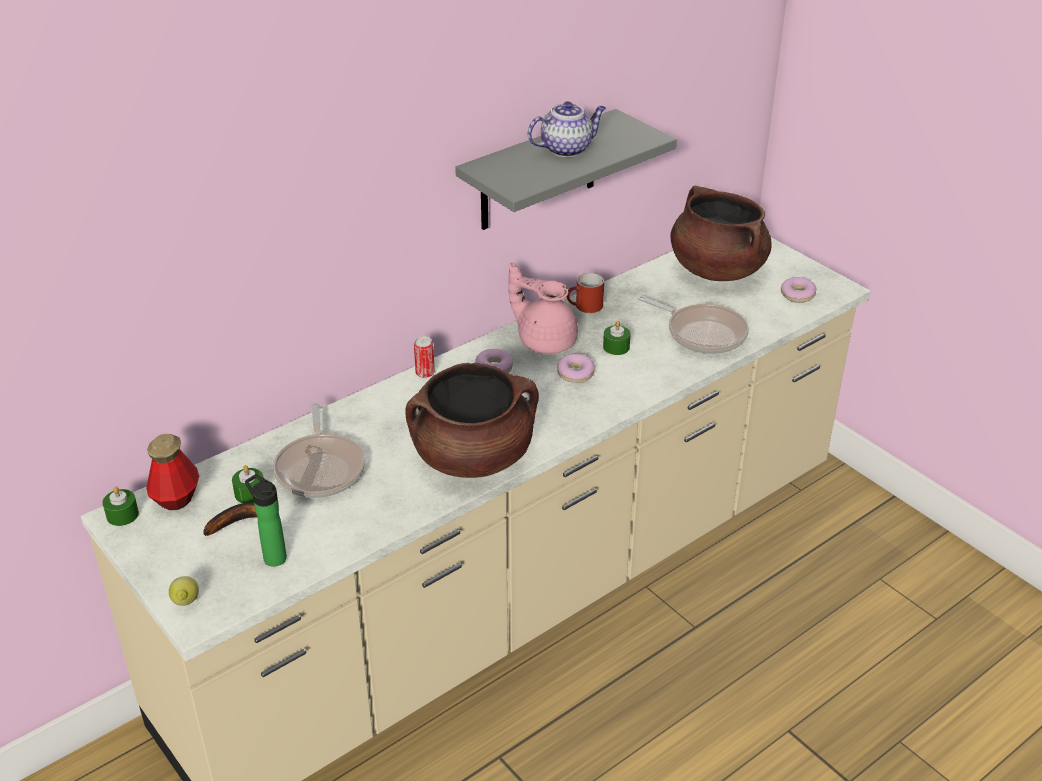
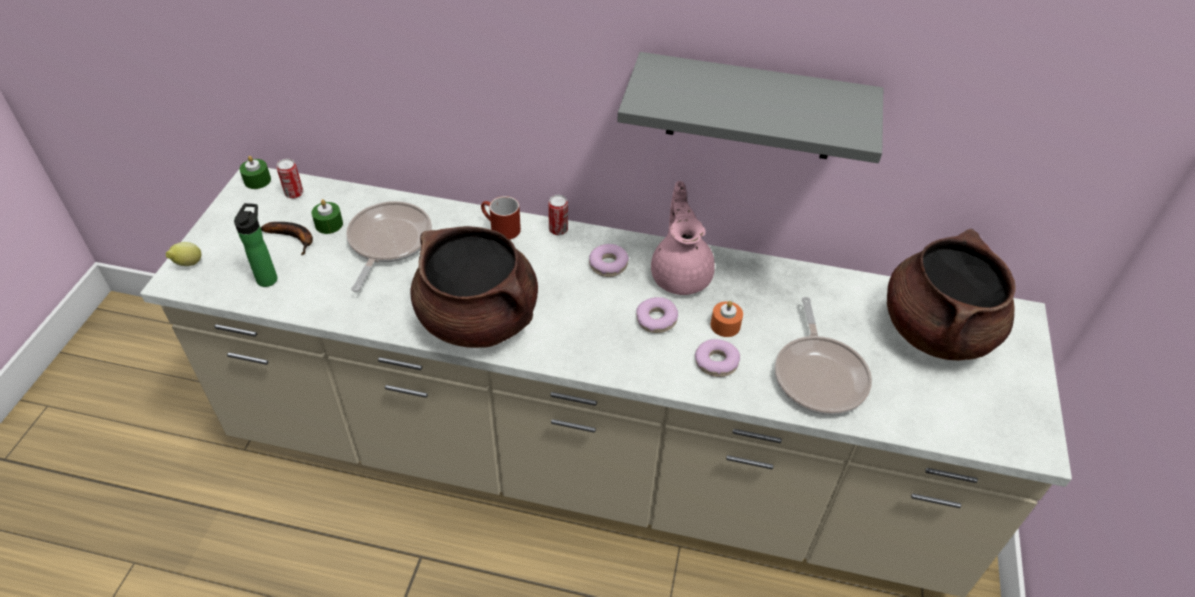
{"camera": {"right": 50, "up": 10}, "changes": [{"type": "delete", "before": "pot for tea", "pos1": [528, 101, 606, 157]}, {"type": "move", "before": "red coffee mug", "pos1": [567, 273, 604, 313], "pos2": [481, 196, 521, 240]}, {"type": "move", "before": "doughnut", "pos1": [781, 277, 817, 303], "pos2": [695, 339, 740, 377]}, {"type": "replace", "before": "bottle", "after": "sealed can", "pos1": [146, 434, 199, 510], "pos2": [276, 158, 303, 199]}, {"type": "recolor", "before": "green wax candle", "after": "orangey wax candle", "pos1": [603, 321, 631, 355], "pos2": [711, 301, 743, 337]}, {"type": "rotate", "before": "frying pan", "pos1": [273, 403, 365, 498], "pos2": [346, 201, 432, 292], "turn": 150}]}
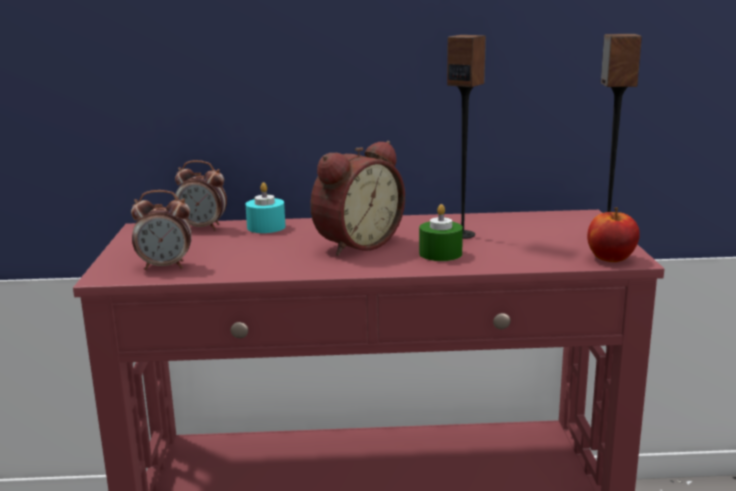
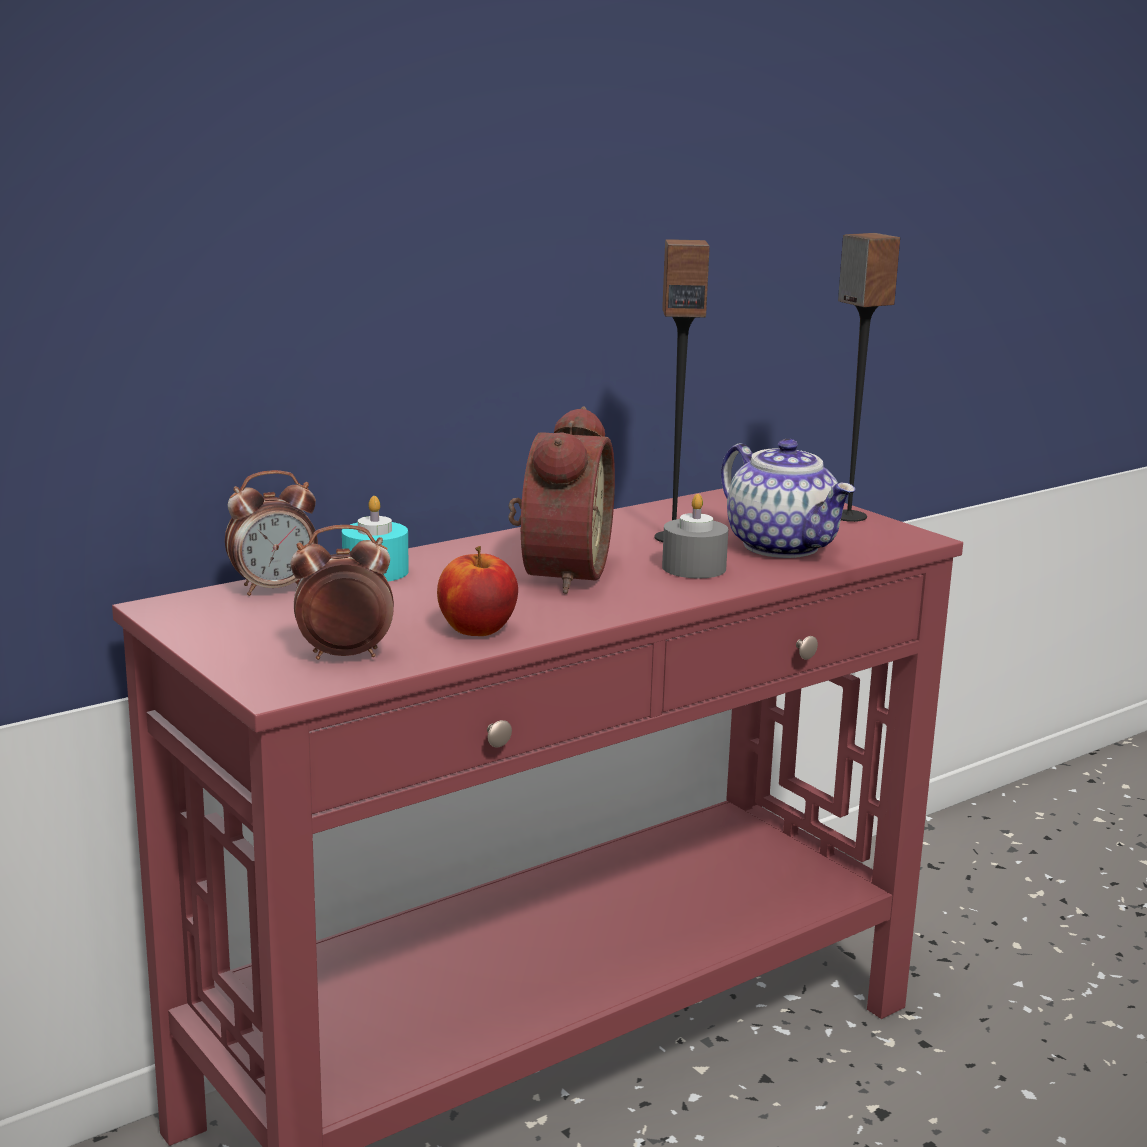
{"camera": {"right": -35, "up": 0}, "changes": [{"type": "insert", "after": "pot for tea", "pos2": [721, 439, 855, 558]}, {"type": "move", "before": "whole apple", "pos1": [587, 207, 640, 262], "pos2": [437, 546, 518, 636]}, {"type": "recolor", "before": "green wax candle", "after": "grey wax candle", "pos1": [419, 204, 463, 261], "pos2": [662, 494, 728, 579]}, {"type": "rotate", "before": "table clock", "pos1": [131, 190, 192, 270], "pos2": [290, 525, 394, 660], "turn": -150}]}
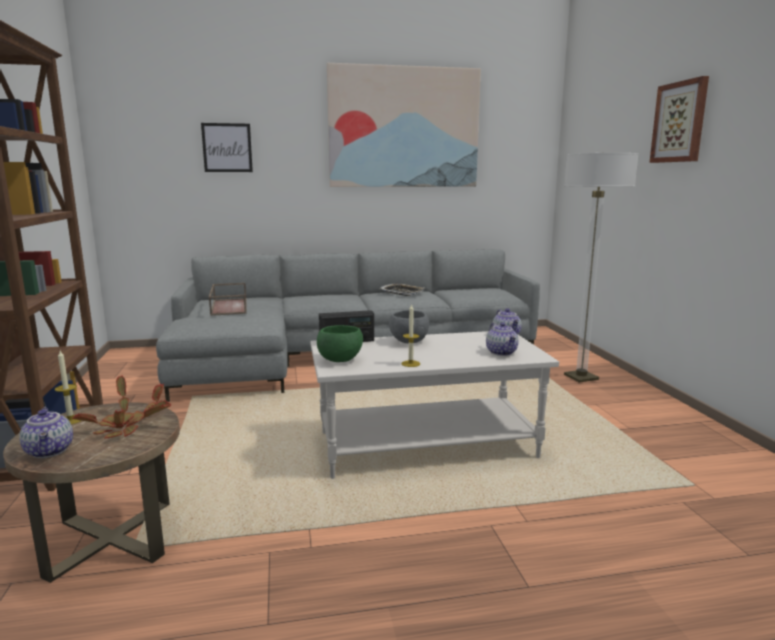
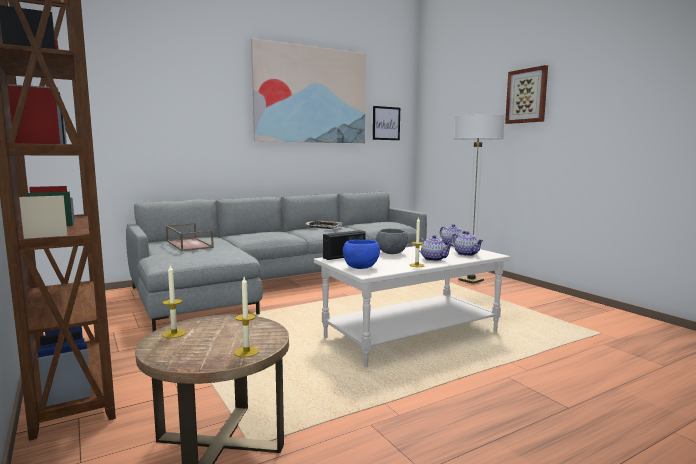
{"camera": {"right": -20, "up": -5}, "changes": [{"type": "delete", "before": "houseplant", "pos1": [72, 375, 171, 439]}, {"type": "insert", "after": "wax candle", "pos2": [234, 277, 259, 357]}, {"type": "move", "before": "pot for tea", "pos1": [19, 407, 73, 458], "pos2": [419, 235, 453, 261]}, {"type": "move", "before": "wall picture", "pos1": [201, 123, 253, 172], "pos2": [373, 106, 400, 140]}, {"type": "recolor", "before": "green bowl", "after": "bluish bowl", "pos1": [317, 325, 363, 362], "pos2": [343, 240, 380, 269]}]}
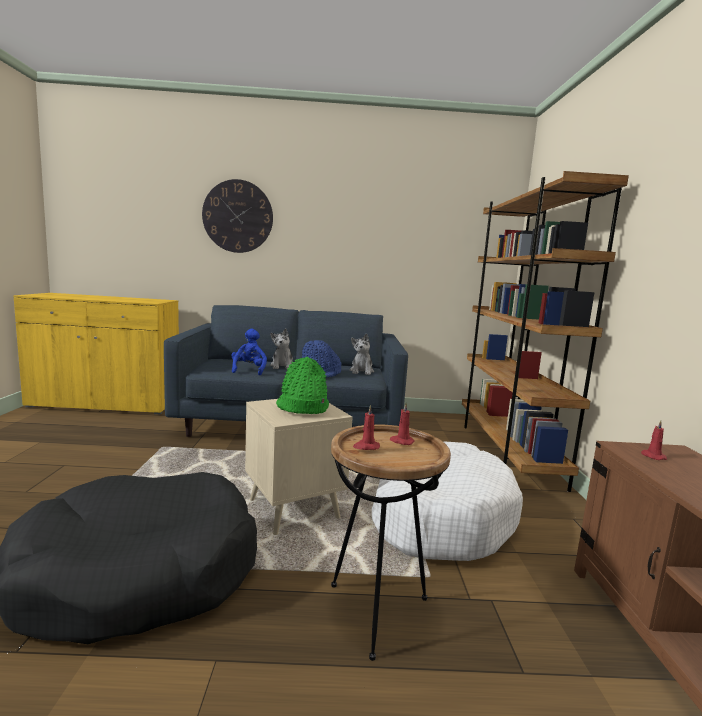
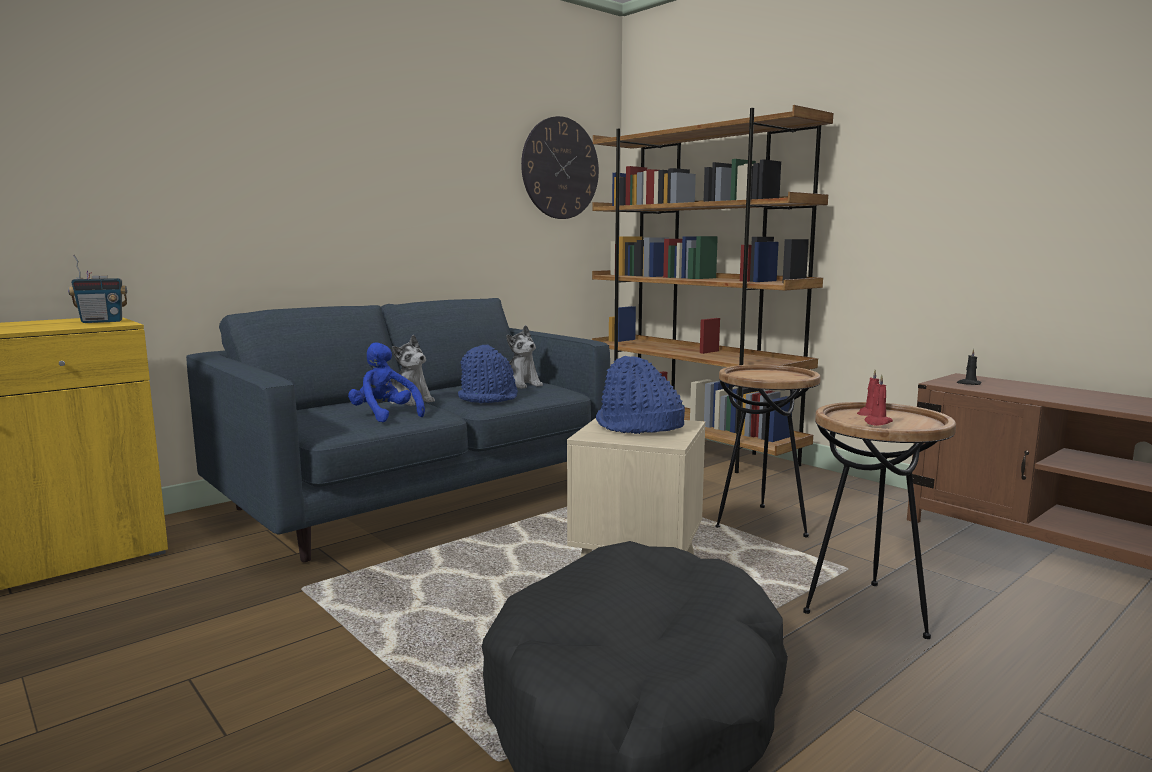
{"camera": {"right": -40, "up": 0}, "changes": [{"type": "insert", "after": "radio set", "pos2": [68, 255, 127, 323]}, {"type": "move", "before": "clock on the wall", "pos1": [202, 179, 273, 253], "pos2": [521, 116, 599, 219]}, {"type": "replace", "before": "white dog bed", "after": "brown-coloured end table", "pos1": [372, 442, 523, 561], "pos2": [715, 365, 821, 537]}, {"type": "recolor", "before": "green wearable hat", "after": "bluish wearable hat", "pos1": [276, 357, 329, 414], "pos2": [596, 356, 685, 434]}, {"type": "recolor", "before": "red wax candle", "after": "black-coloured wax candle", "pos1": [641, 420, 667, 460], "pos2": [957, 349, 982, 385]}]}
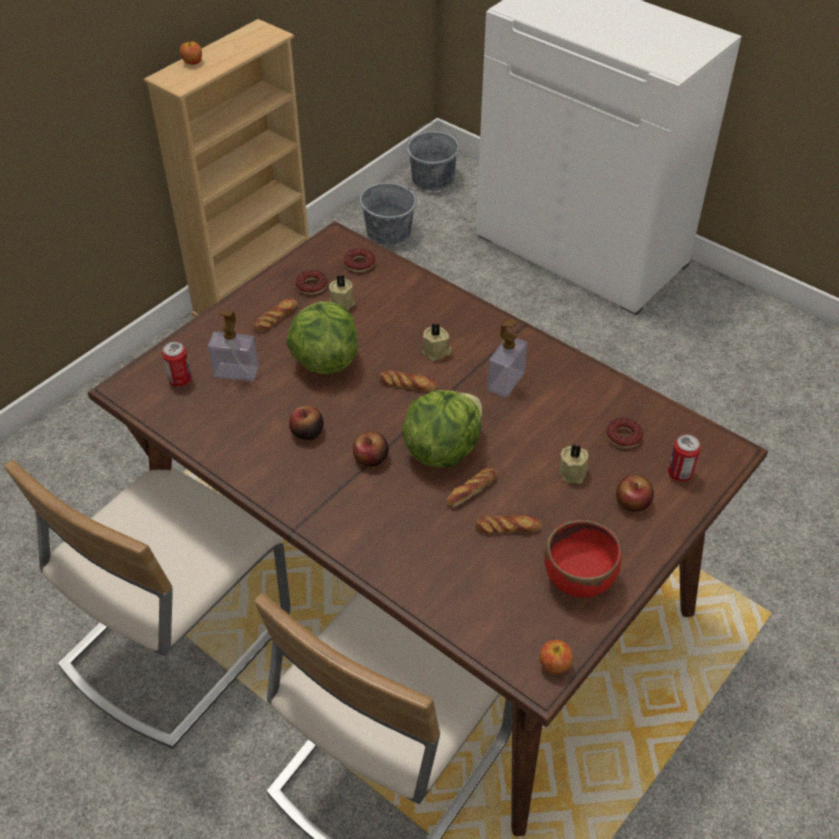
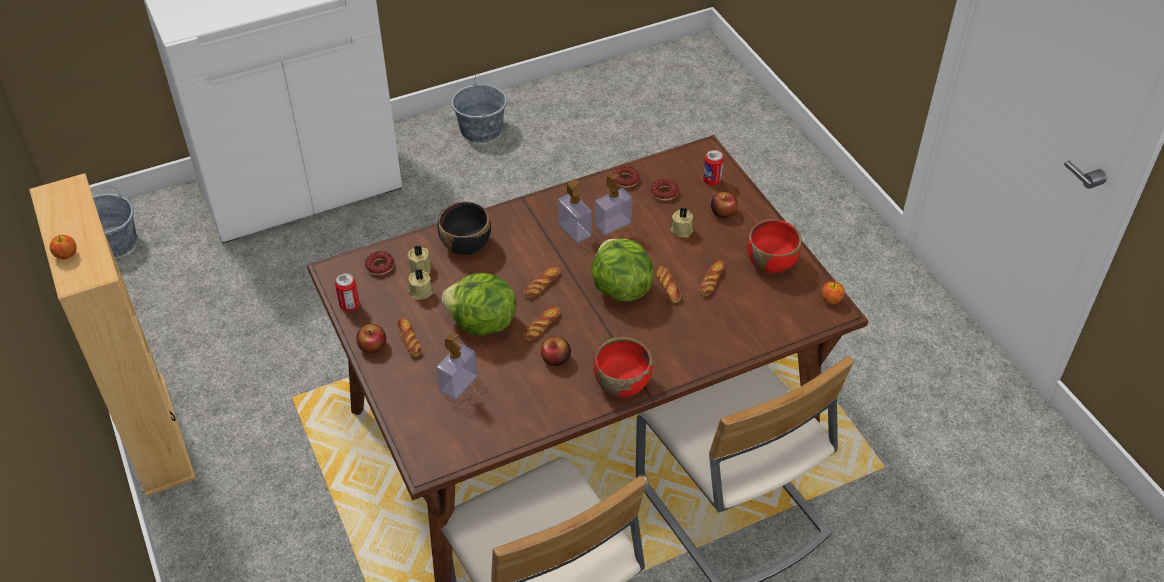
{"camera": {"right": -65, "up": 0}, "changes": [{"type": "insert", "after": "black-coloured bowl", "pos2": [437, 201, 491, 255]}, {"type": "insert", "after": "baked bread", "pos2": [523, 306, 561, 341]}, {"type": "insert", "after": "red bowl", "pos2": [594, 337, 653, 398]}, {"type": "insert", "after": "soap dispenser", "pos2": [595, 173, 633, 235]}, {"type": "move", "before": "sealed can", "pos1": [162, 342, 192, 387], "pos2": [335, 273, 360, 311]}, {"type": "move", "before": "doughnut", "pos1": [296, 270, 328, 295], "pos2": [613, 166, 640, 188]}, {"type": "move", "before": "whole apple", "pos1": [353, 431, 389, 466], "pos2": [356, 324, 386, 353]}, {"type": "move", "before": "grey bucket", "pos1": [360, 174, 417, 245], "pos2": [451, 74, 507, 143]}, {"type": "move", "before": "beige-coloured wax candle", "pos1": [422, 323, 451, 361], "pos2": [407, 245, 431, 274]}]}
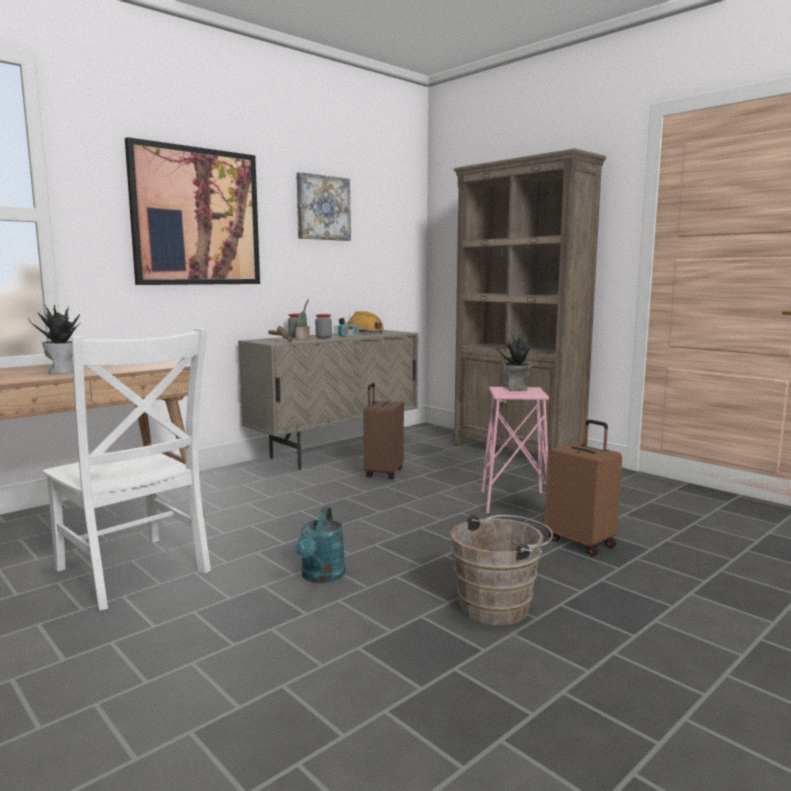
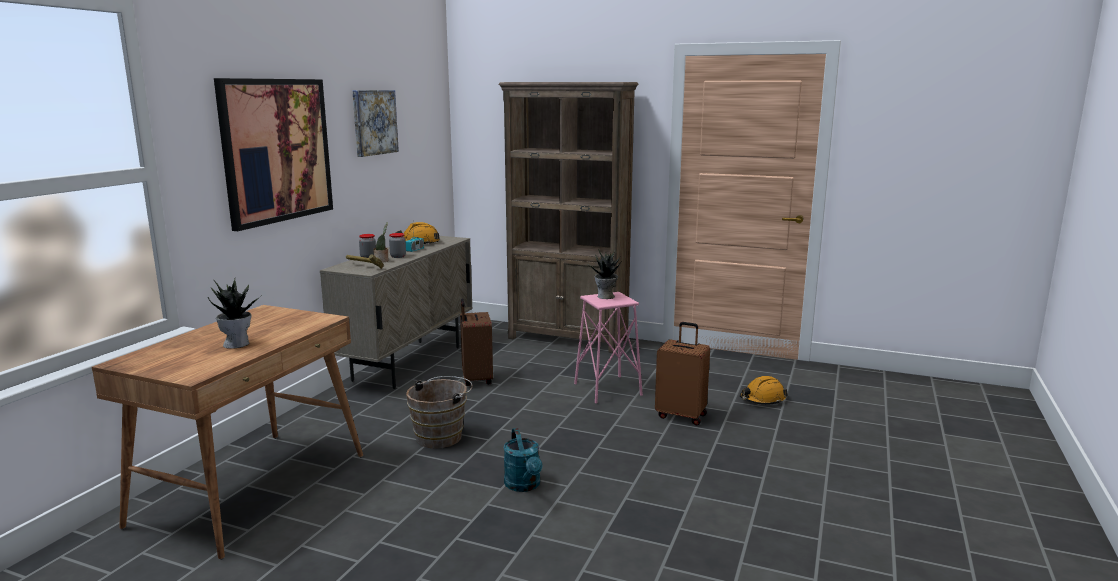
{"camera": {"right": -25, "up": 5}, "changes": [{"type": "delete", "before": "white chair", "pos1": [42, 328, 211, 611]}, {"type": "insert", "after": "orangey hard hat", "pos2": [740, 376, 788, 405]}, {"type": "move", "before": "brown-coloured bucket", "pos1": [450, 515, 553, 625], "pos2": [406, 376, 473, 449]}]}
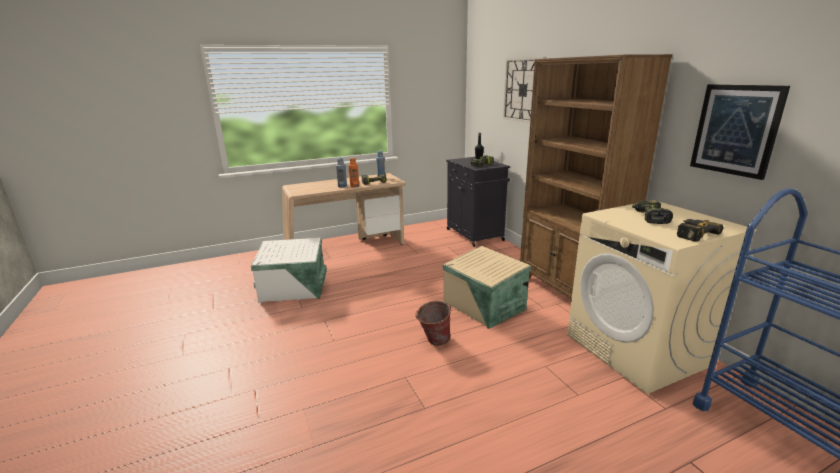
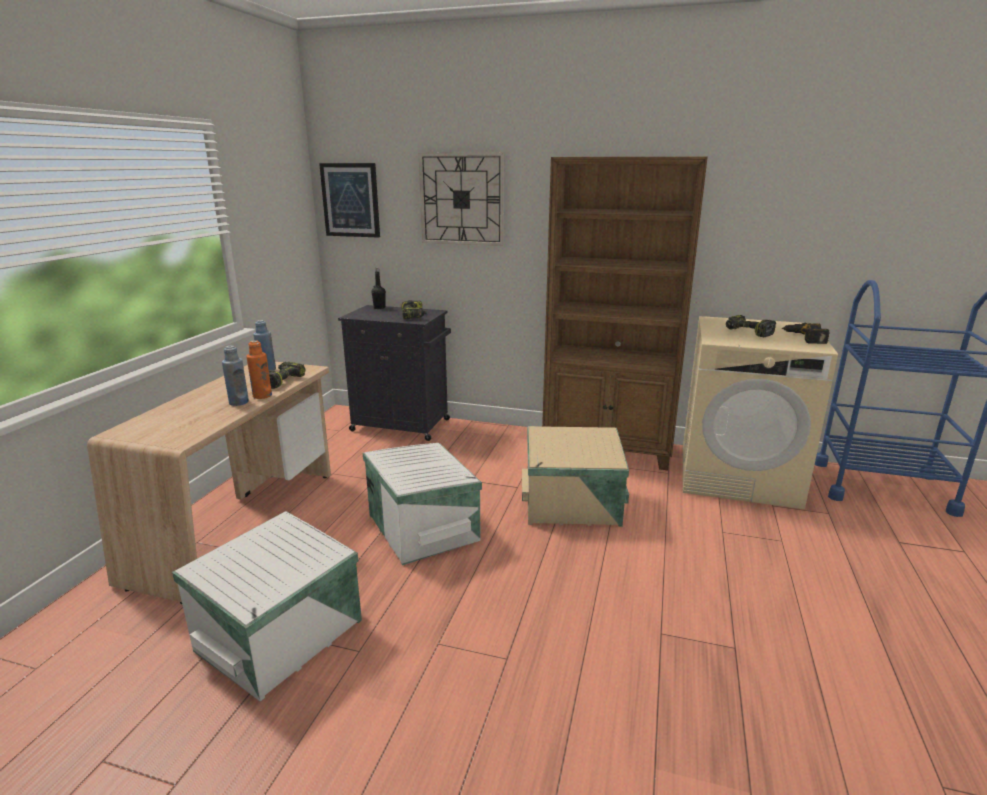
{"camera": {"right": -50, "up": 0}, "changes": [{"type": "delete", "before": "bucket", "pos1": [415, 301, 451, 346]}, {"type": "insert", "after": "white storage bin", "pos2": [363, 443, 482, 565]}, {"type": "move", "before": "wall picture", "pos1": [690, 84, 790, 180], "pos2": [319, 163, 380, 238]}]}
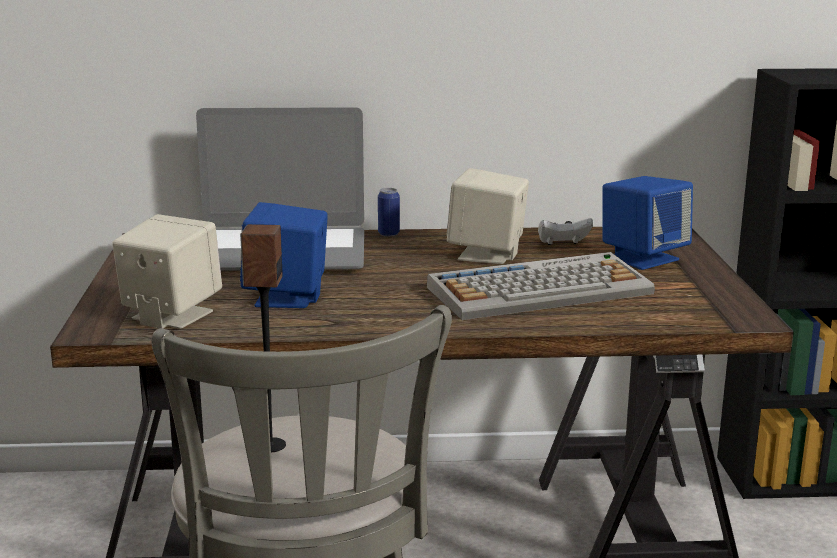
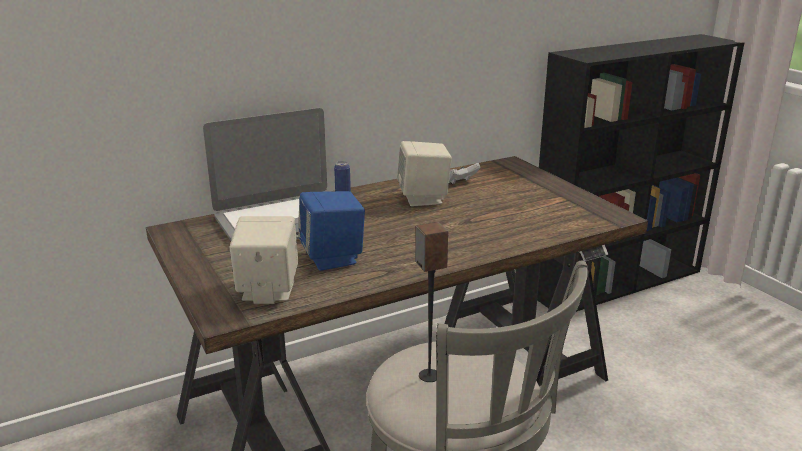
{"camera": {"right": -25, "up": 5}, "changes": [{"type": "delete", "before": "PC keyboard", "pos1": [427, 252, 655, 320]}, {"type": "delete", "before": "bluish speaker", "pos1": [602, 176, 693, 270]}]}
